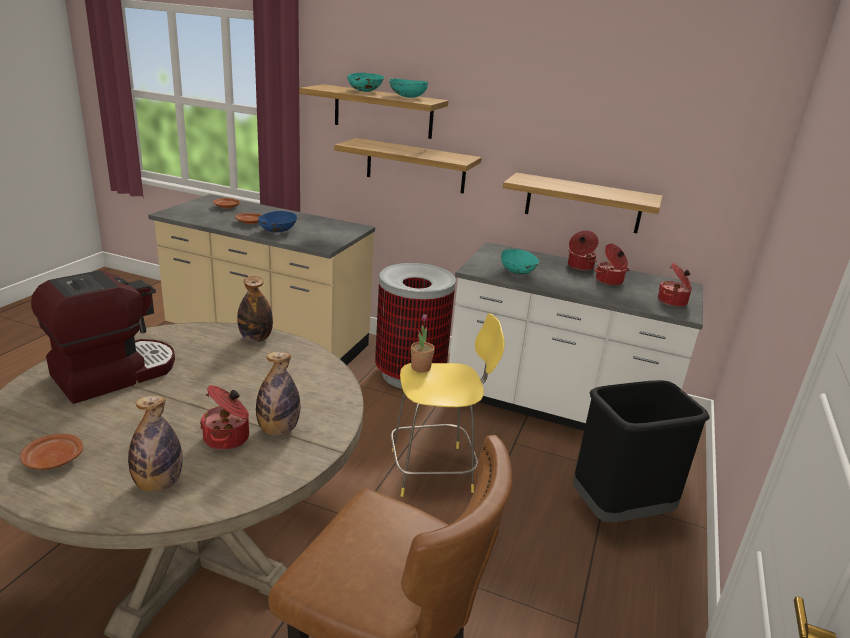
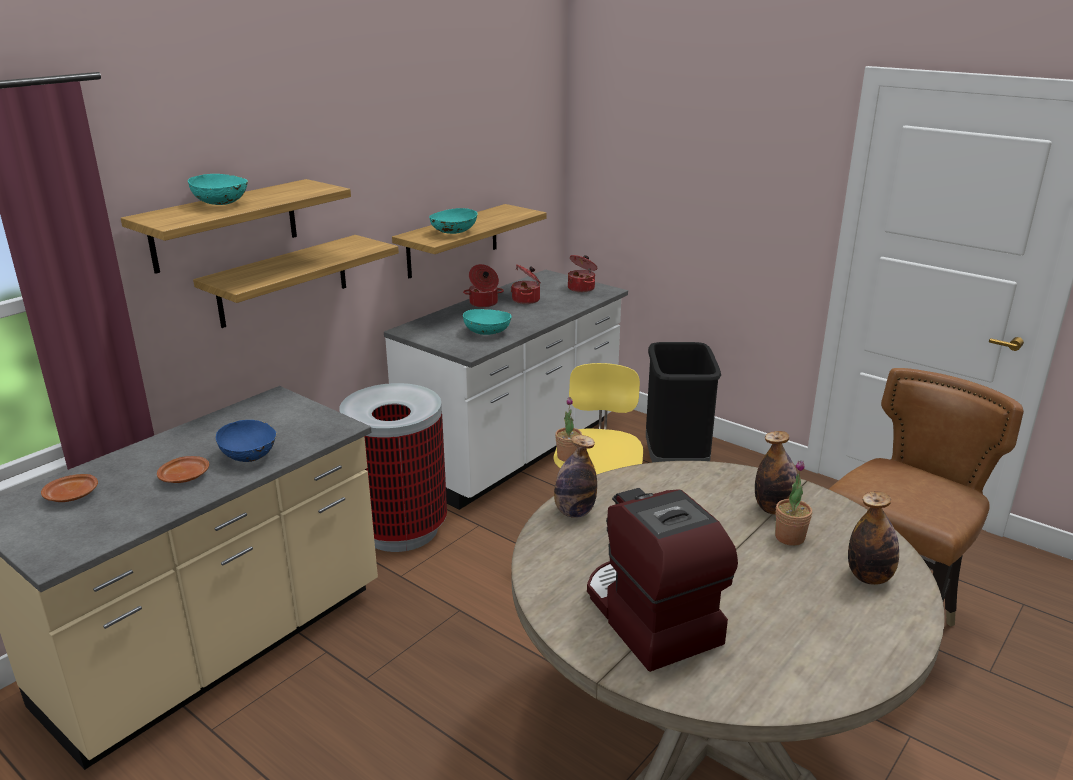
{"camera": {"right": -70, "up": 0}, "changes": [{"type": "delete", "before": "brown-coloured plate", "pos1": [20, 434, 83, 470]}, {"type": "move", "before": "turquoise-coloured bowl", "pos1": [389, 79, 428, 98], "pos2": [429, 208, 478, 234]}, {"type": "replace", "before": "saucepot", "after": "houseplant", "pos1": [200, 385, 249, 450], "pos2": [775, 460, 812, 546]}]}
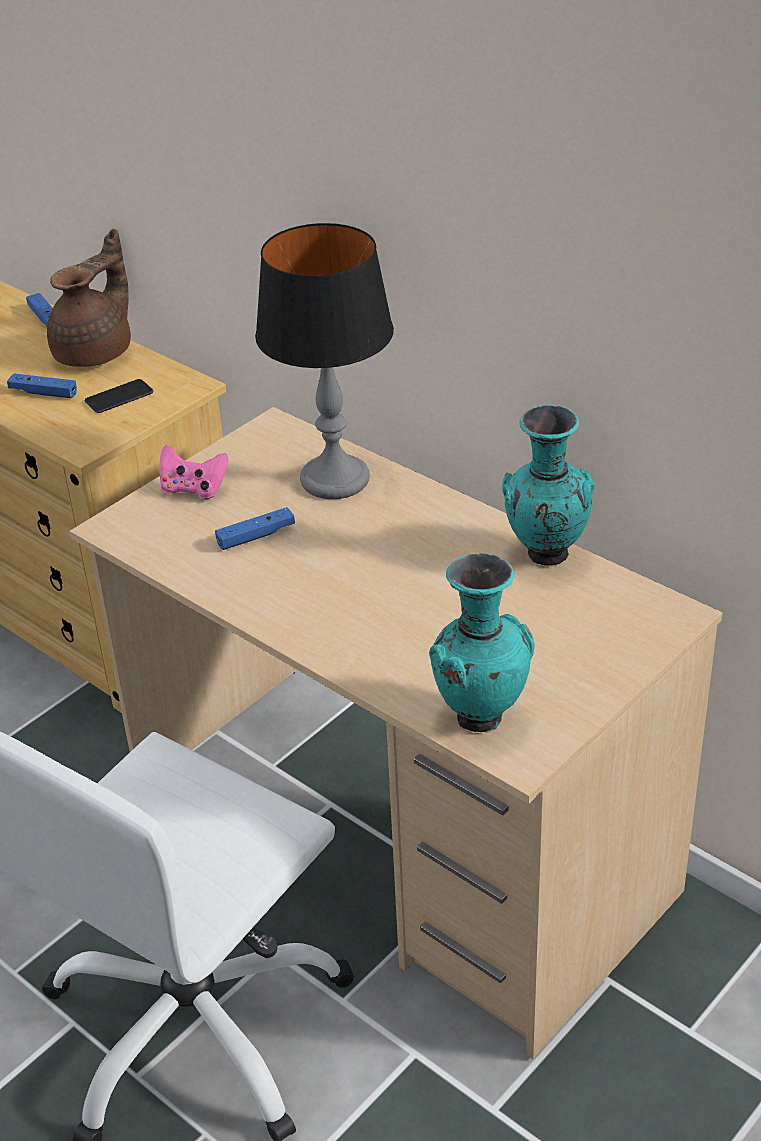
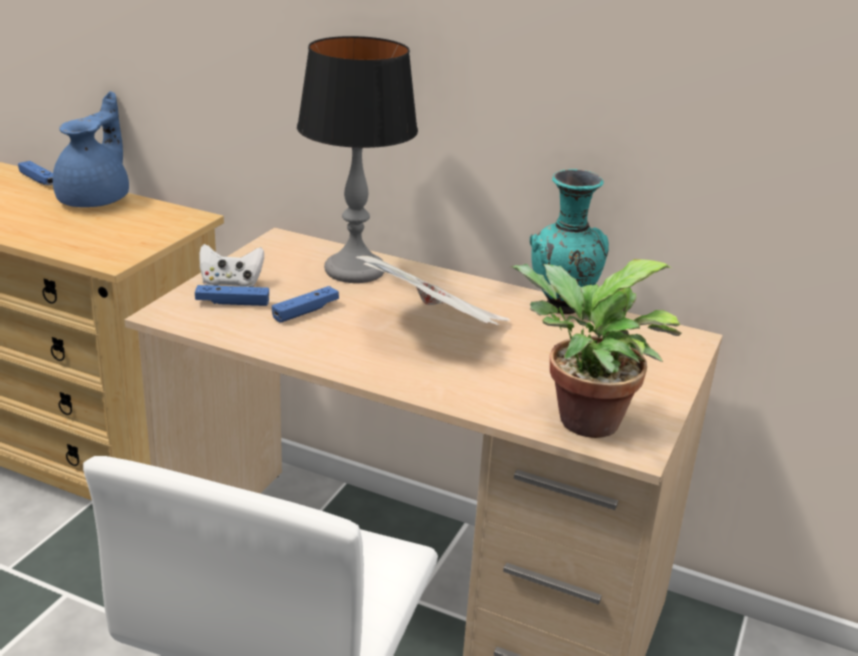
{"camera": {"right": -20, "up": -10}, "changes": [{"type": "delete", "before": "phone", "pos1": [85, 379, 153, 413]}, {"type": "insert", "after": "newspaper", "pos2": [356, 256, 511, 325]}, {"type": "move", "before": "bluish joypad", "pos1": [7, 374, 77, 398], "pos2": [195, 285, 269, 306]}, {"type": "replace", "before": "turquoise-coloured flower vase", "after": "houseplant", "pos1": [429, 553, 535, 732], "pos2": [511, 259, 682, 438]}, {"type": "recolor", "before": "brown-coloured pot for tea", "after": "bluish pot for tea", "pos1": [47, 229, 131, 367], "pos2": [53, 91, 129, 207]}, {"type": "recolor", "before": "pink-coloured joypad", "after": "white joypad", "pos1": [159, 445, 229, 499], "pos2": [199, 244, 264, 287]}]}
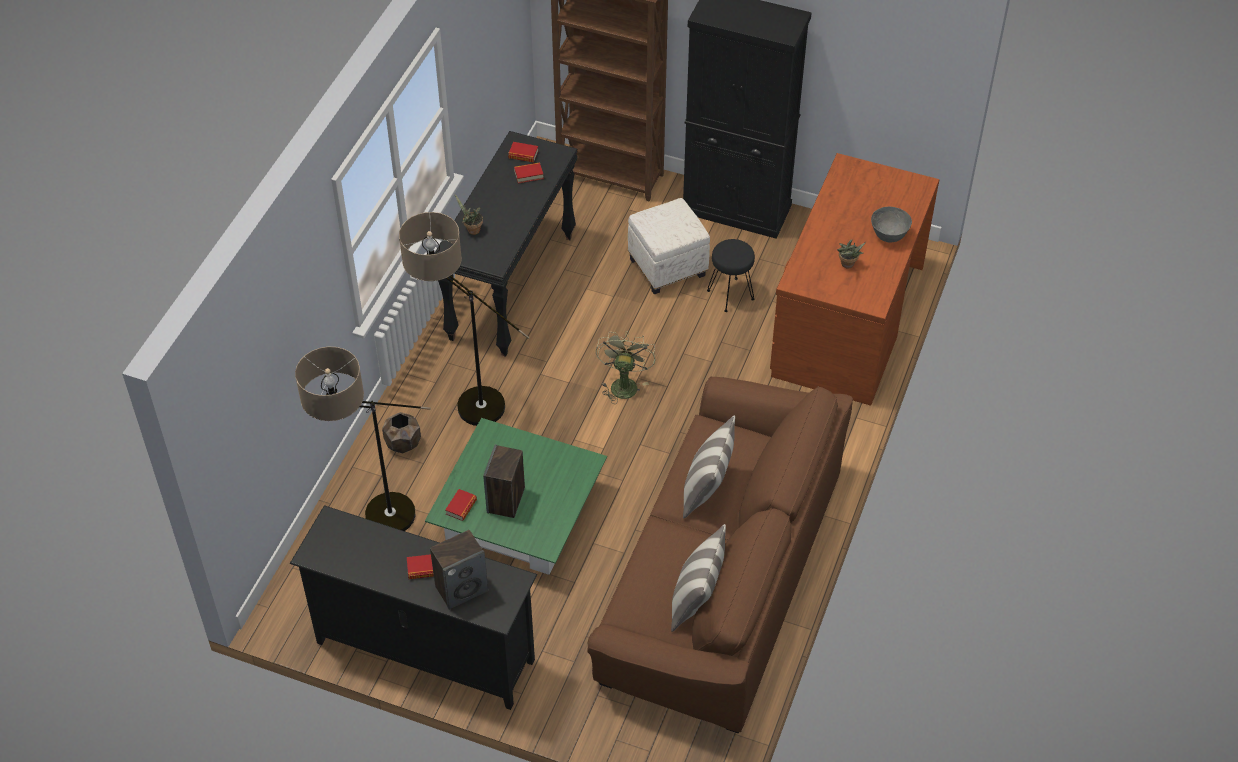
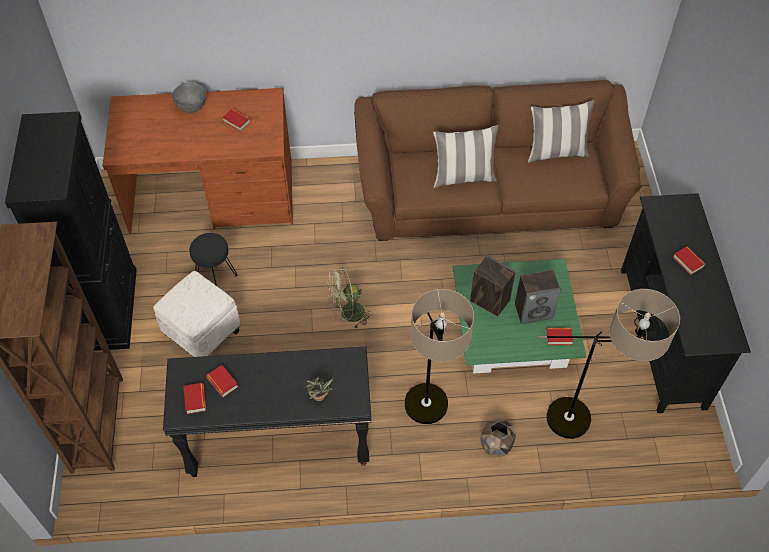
{"camera": {"right": -115, "up": 5}, "changes": [{"type": "move", "before": "speaker", "pos1": [430, 530, 488, 610], "pos2": [470, 255, 516, 316]}, {"type": "replace", "before": "houseplant", "after": "book", "pos1": [837, 239, 866, 269], "pos2": [222, 109, 251, 132]}]}
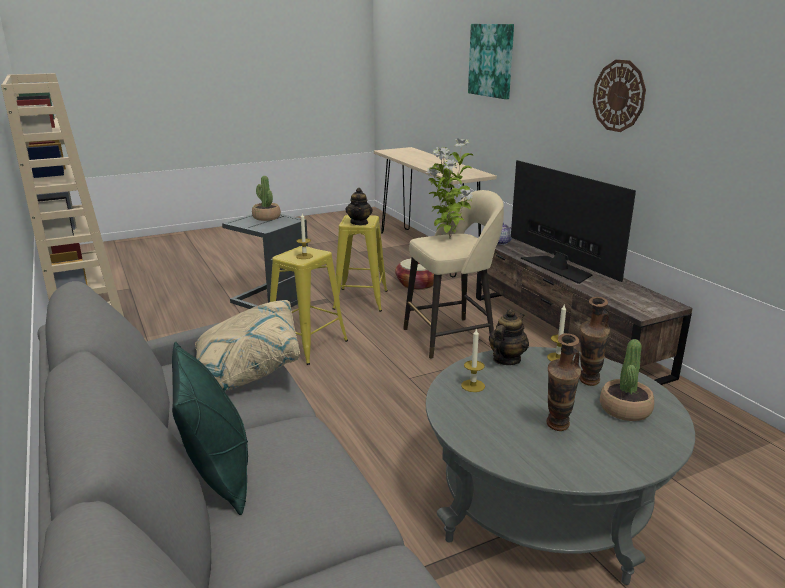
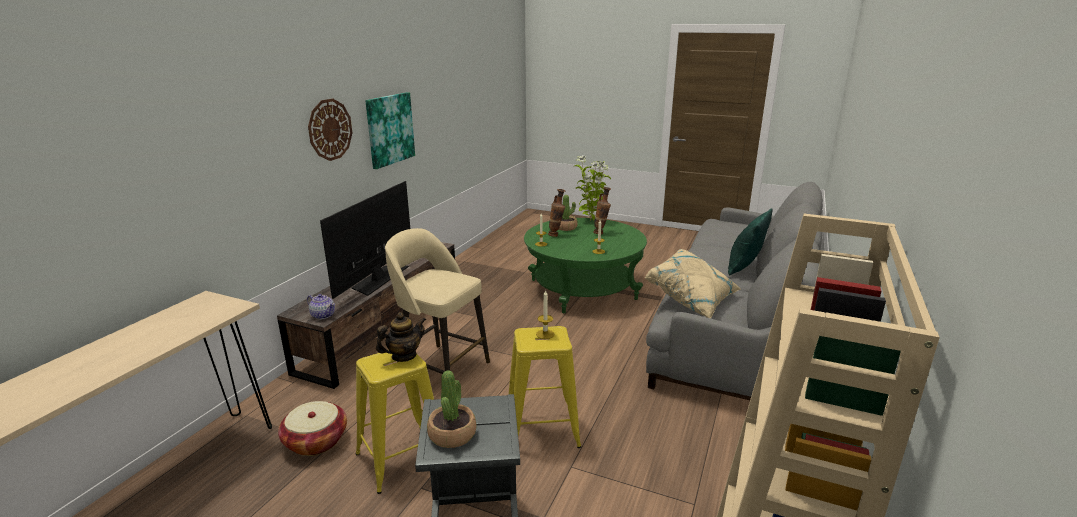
{"camera": {"right": -130, "up": 0}, "changes": [{"type": "delete", "before": "pot for tea", "pos1": [489, 309, 529, 365]}, {"type": "move", "before": "houseplant", "pos1": [426, 138, 474, 239], "pos2": [575, 155, 611, 221]}, {"type": "move", "before": "wall picture", "pos1": [468, 24, 514, 99], "pos2": [365, 92, 415, 169]}, {"type": "recolor", "before": "grey low table", "after": "green low table", "pos1": [426, 347, 695, 585], "pos2": [524, 218, 647, 314]}]}
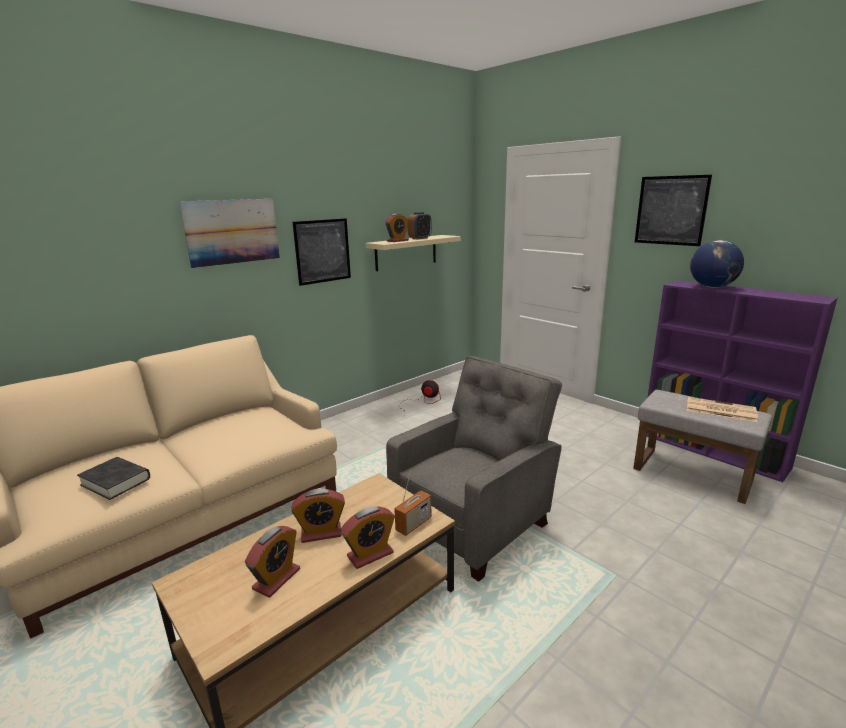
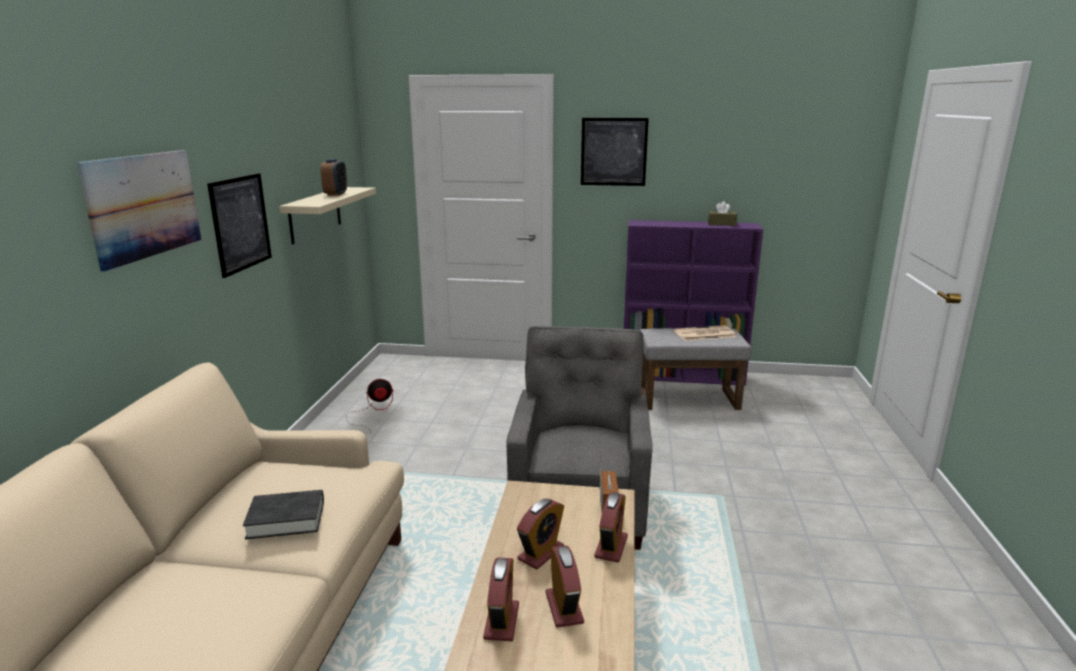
{"camera": {"right": -40, "up": 0}, "changes": [{"type": "delete", "before": "desk globe", "pos1": [690, 240, 744, 288]}, {"type": "insert", "after": "brown-coloured tissue holder", "pos2": [708, 201, 737, 226]}, {"type": "move", "before": "black-coloured book", "pos1": [77, 457, 150, 500], "pos2": [243, 490, 324, 539]}, {"type": "move", "before": "table clock", "pos1": [385, 214, 409, 242], "pos2": [483, 558, 519, 641]}]}
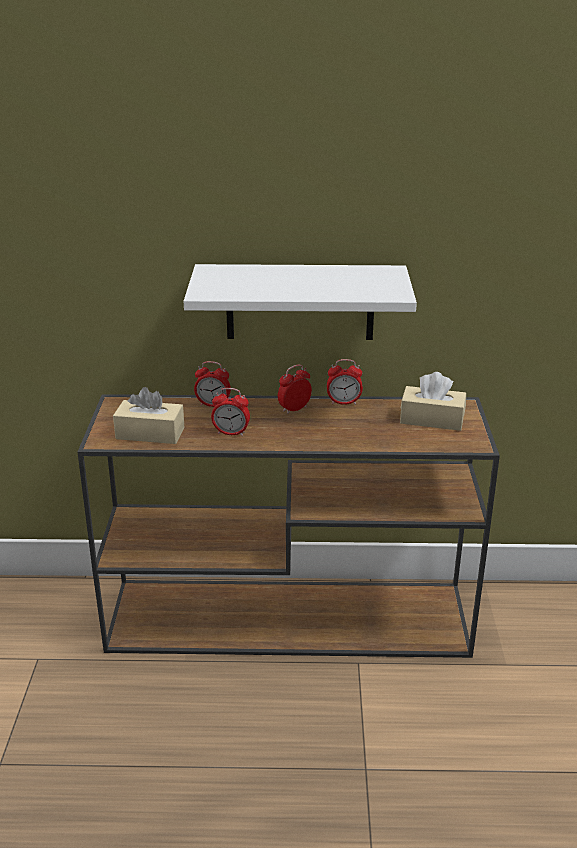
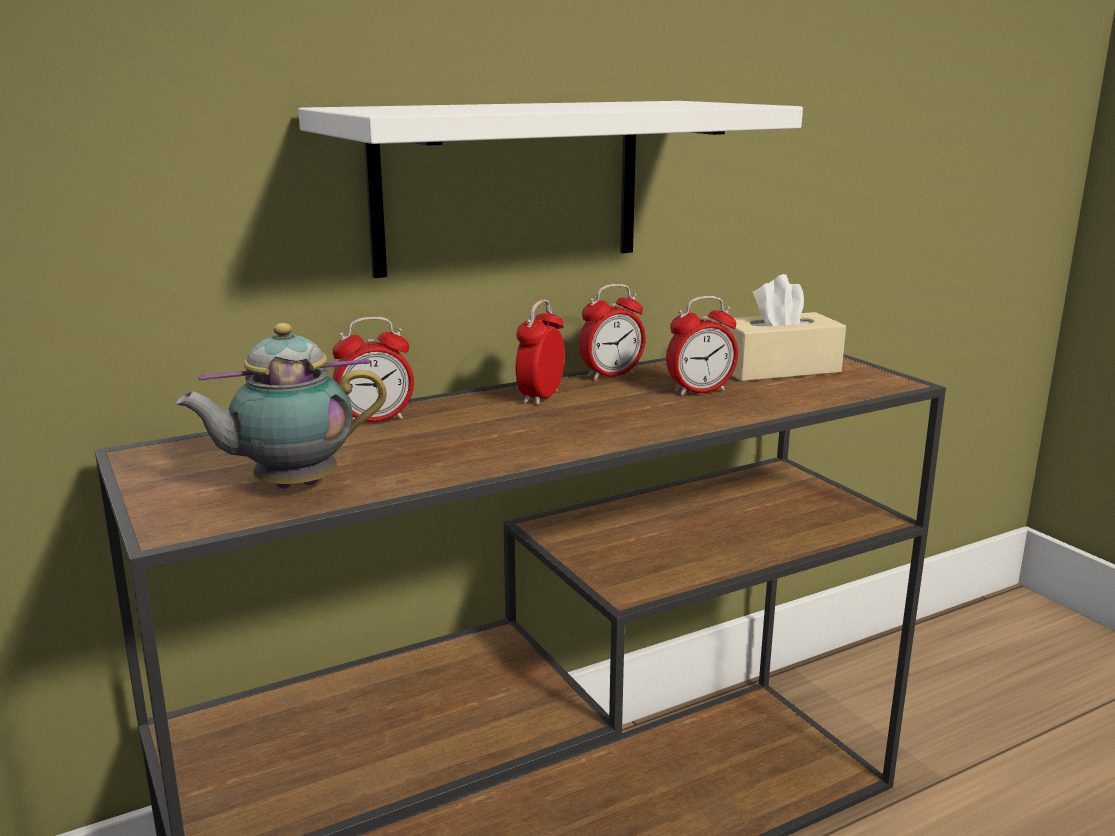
{"camera": {"right": -30, "up": -10}, "changes": [{"type": "move", "before": "table clock", "pos1": [211, 388, 250, 436], "pos2": [666, 296, 738, 396]}, {"type": "replace", "before": "beige-coloured tissue holder", "after": "pot for tea", "pos1": [113, 387, 185, 444], "pos2": [175, 323, 387, 489]}]}
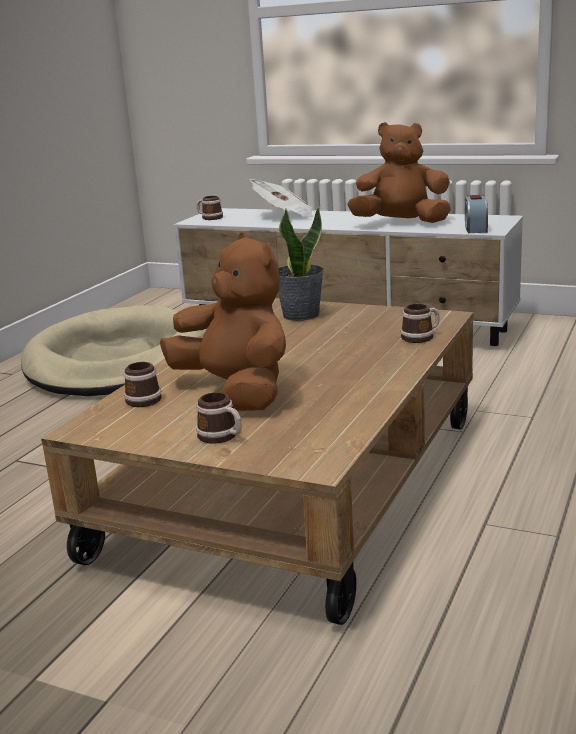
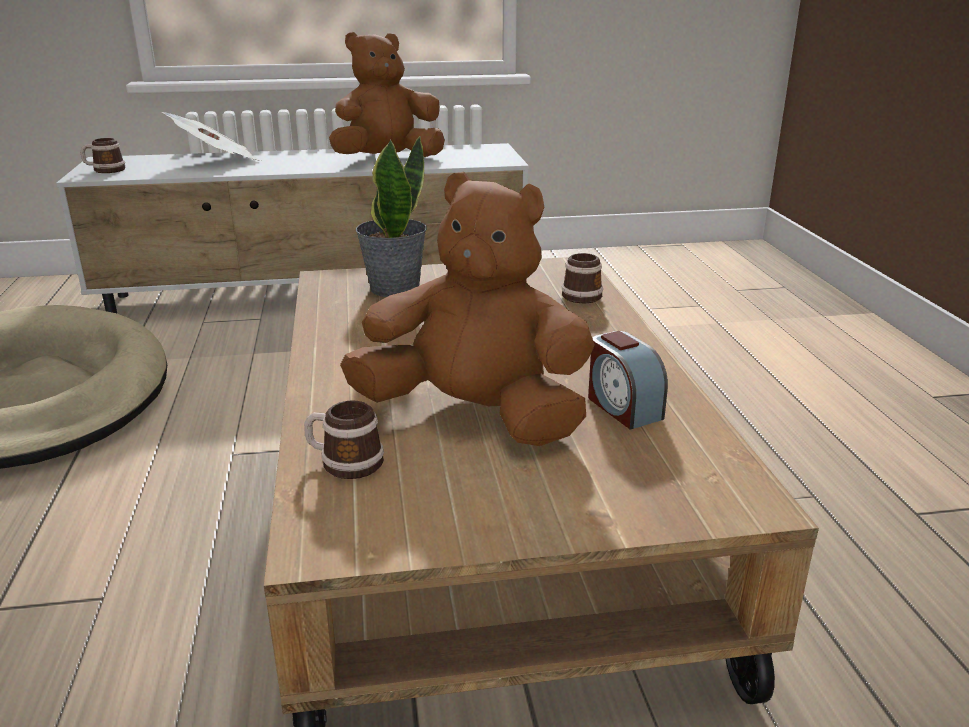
{"camera": {"right": -35, "up": 5}, "changes": [{"type": "delete", "before": "coffee mug", "pos1": [196, 392, 242, 444]}, {"type": "move", "before": "table clock", "pos1": [465, 195, 488, 233], "pos2": [588, 331, 668, 430]}]}
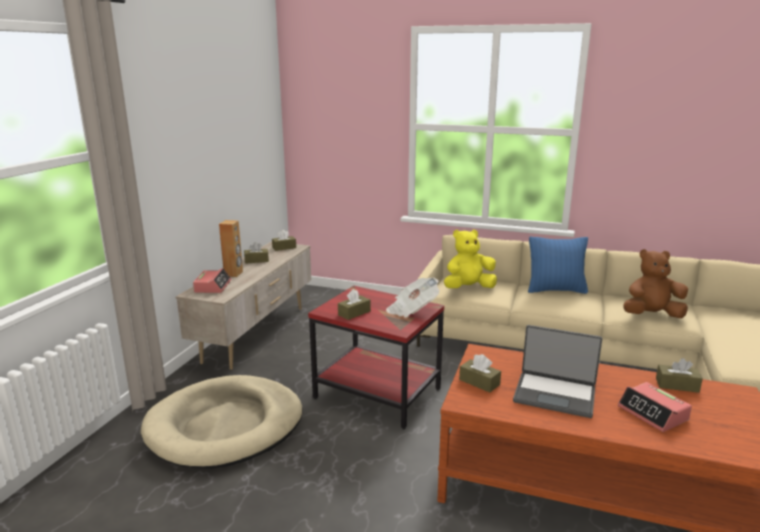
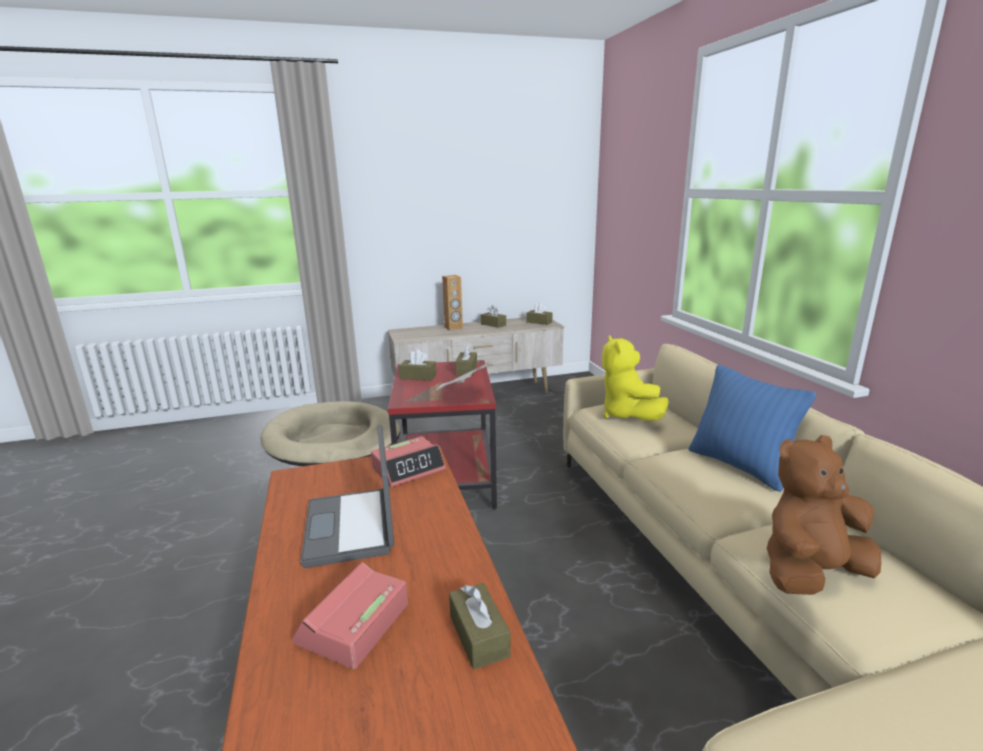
{"camera": {"right": 55, "up": 0}, "changes": [{"type": "move", "before": "table clock", "pos1": [193, 268, 231, 293], "pos2": [371, 436, 446, 487]}, {"type": "move", "before": "brown-coloured tissue holder", "pos1": [459, 354, 501, 393], "pos2": [455, 344, 477, 376]}, {"type": "rotate", "before": "yellowish plush toy", "pos1": [444, 230, 497, 288], "pos2": [602, 335, 669, 421], "turn": -135}, {"type": "rotate", "before": "brown-coloured plush toy", "pos1": [623, 249, 688, 318], "pos2": [767, 435, 881, 595], "turn": -75}]}
